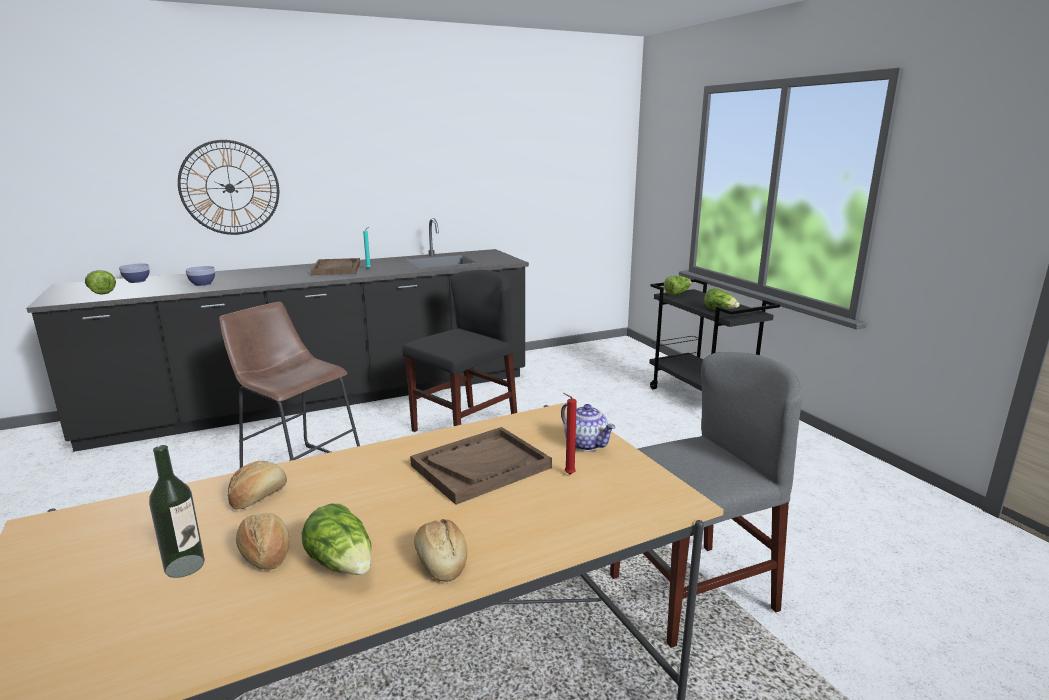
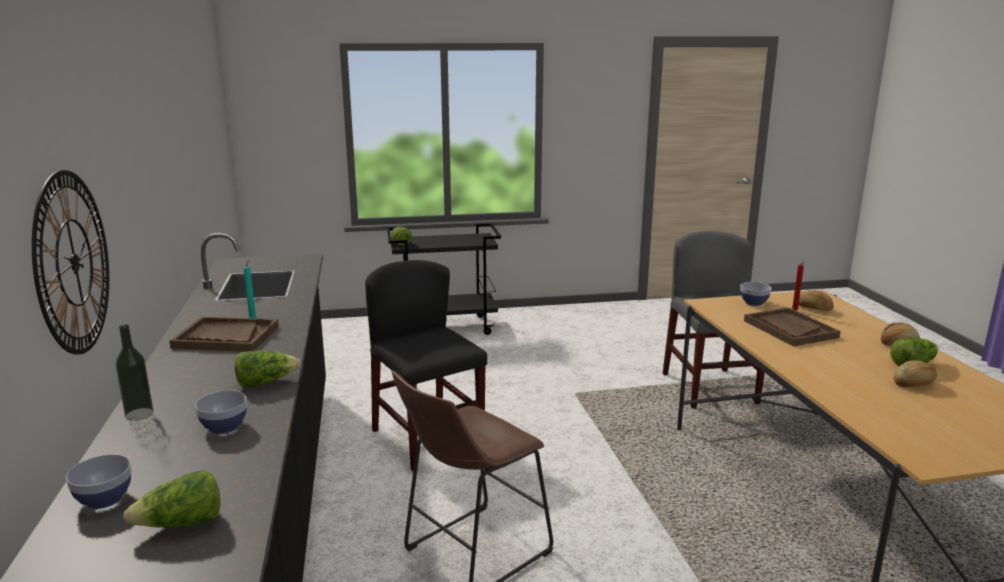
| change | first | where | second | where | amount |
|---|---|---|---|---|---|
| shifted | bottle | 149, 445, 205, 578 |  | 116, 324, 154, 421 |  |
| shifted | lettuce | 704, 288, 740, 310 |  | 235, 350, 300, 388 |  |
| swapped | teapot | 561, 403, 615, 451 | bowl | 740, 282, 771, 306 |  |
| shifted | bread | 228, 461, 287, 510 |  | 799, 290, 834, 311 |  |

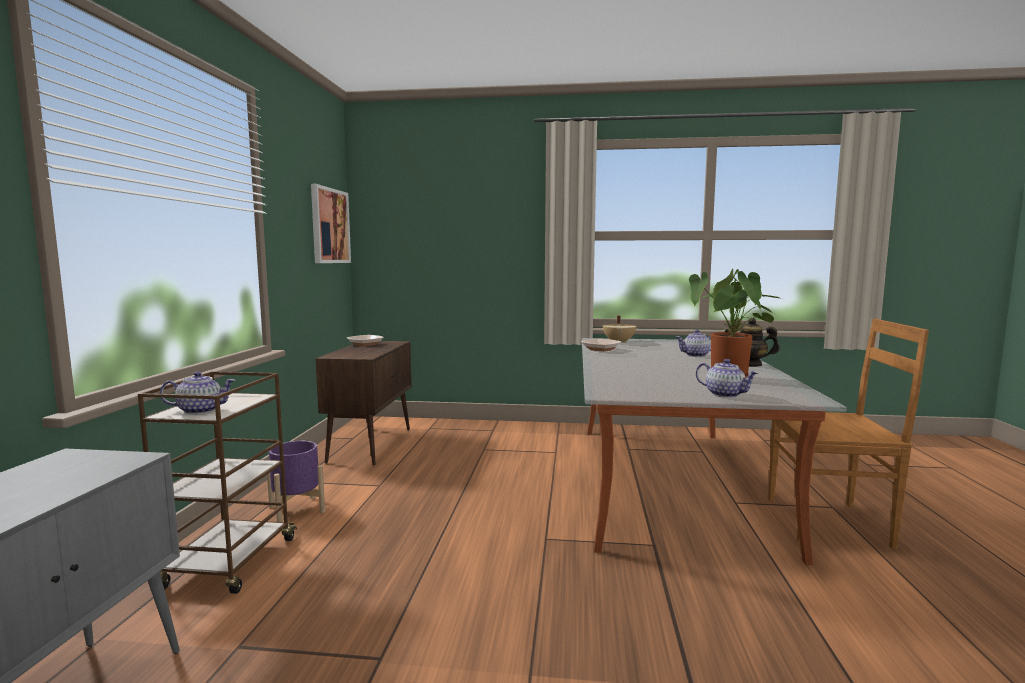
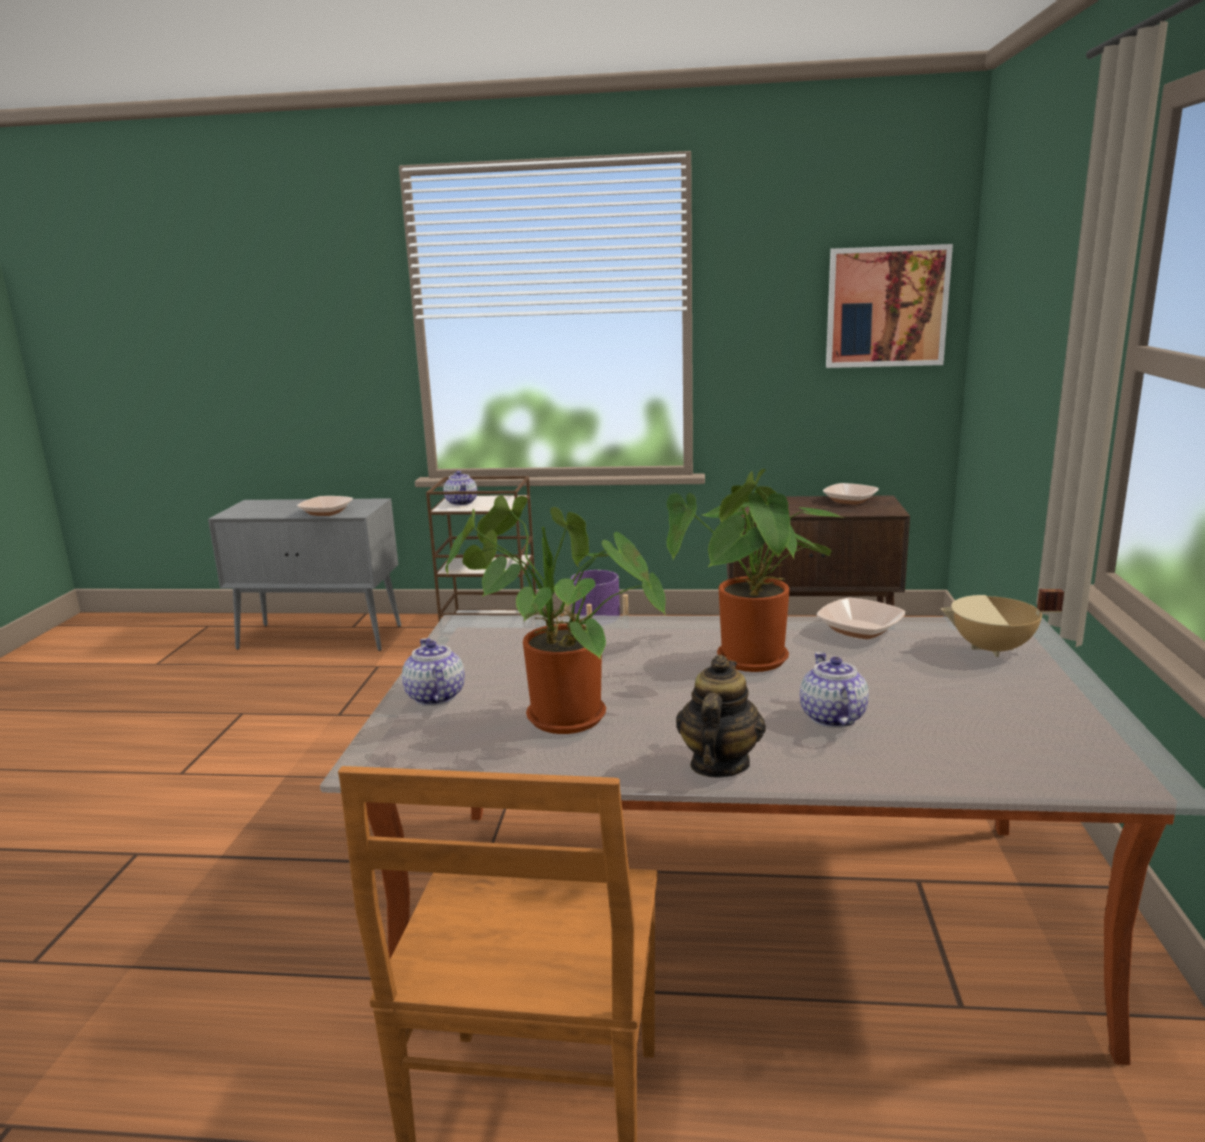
| change | first | where | second | where | amount |
|---|---|---|---|---|---|
| new |  |  | bowl | 297, 496, 353, 516 |  |
| rotated | teapot | 696, 359, 758, 398 |  | 402, 638, 465, 706 | 120 degrees clockwise |
| new |  |  | potted plant | 667, 469, 845, 672 |  |

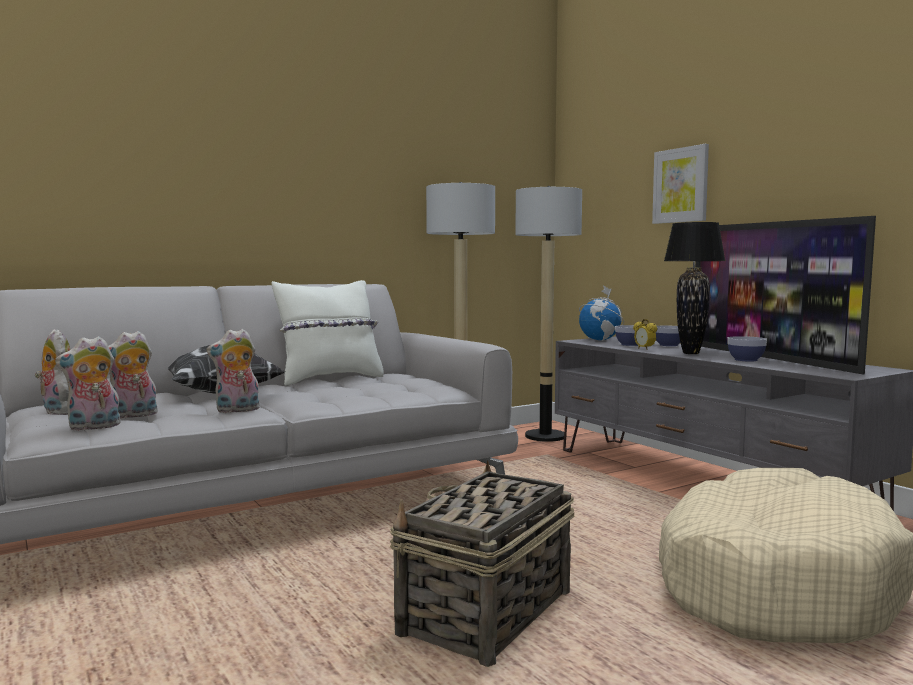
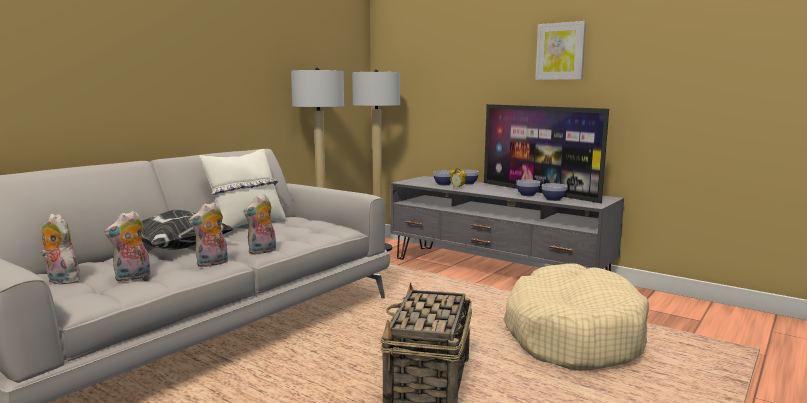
| change | first | where | second | where | amount |
|---|---|---|---|---|---|
| shifted | plush toy | 55, 336, 121, 431 |  | 243, 194, 276, 255 |  |
| shifted | picture | 652, 144, 709, 224 |  | 535, 21, 586, 80 |  |
| new |  |  | bowl | 542, 183, 567, 201 |  |
| gone | globe | 579, 286, 624, 341 |  |  |  |
| gone | table lamp/black | 664, 222, 726, 354 |  |  |  |

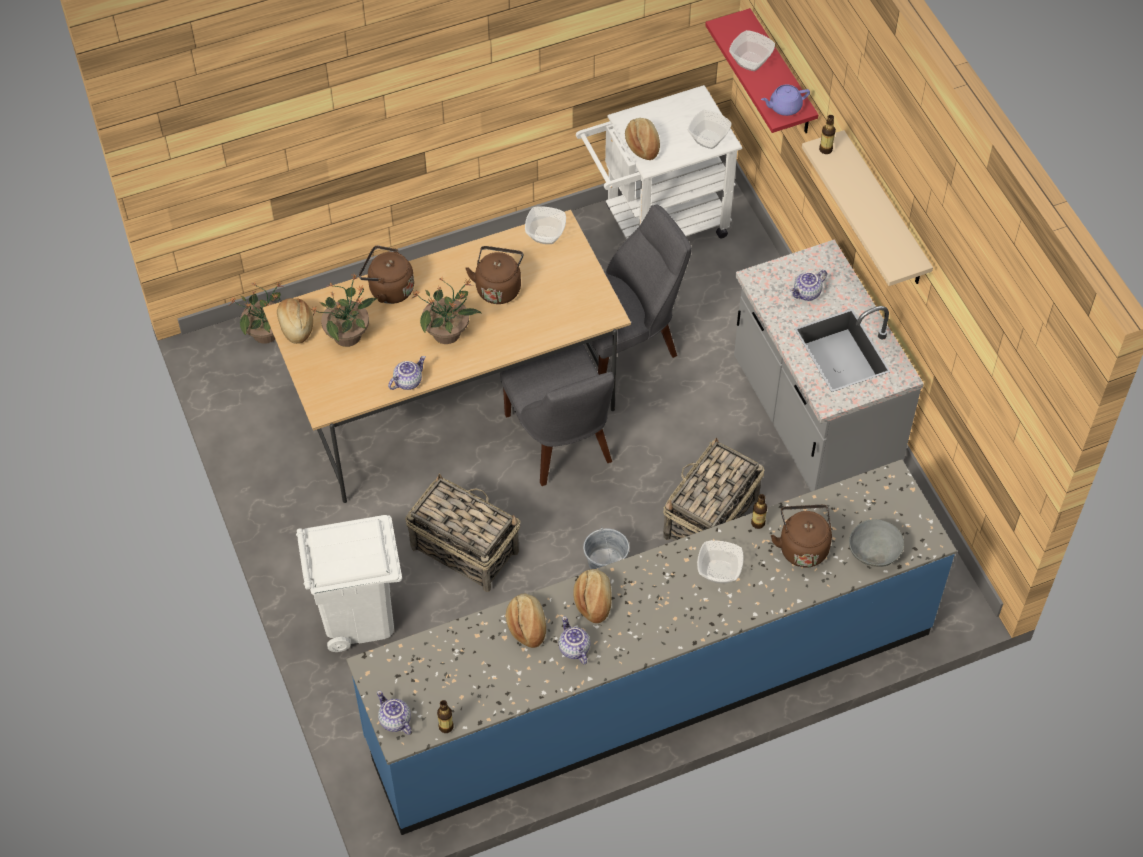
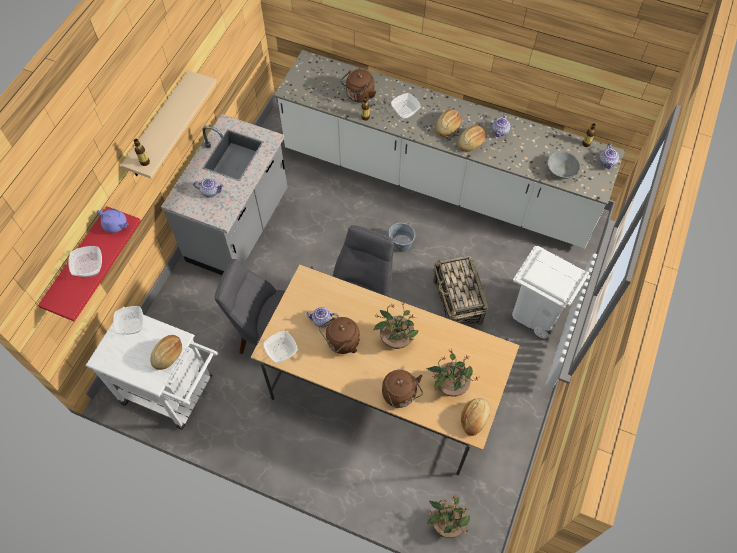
| change | first | where | second | where | amount |
|---|---|---|---|---|---|
| repainted | counter/blue | 346, 459, 957, 835 | counter/white | 274, 50, 625, 248 |  |
| shifted | teapot | 388, 356, 426, 390 |  | 305, 307, 339, 328 |  |
| shifted | bread | 506, 594, 546, 648 |  | 436, 109, 461, 137 |  |
| shifted | bowl/grey | 849, 519, 904, 567 |  | 547, 151, 580, 179 |  |
| gone | basket | 663, 437, 765, 541 |  |  |  |

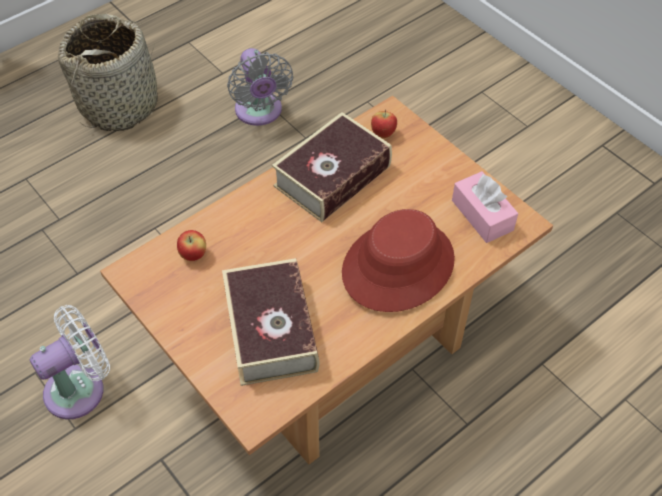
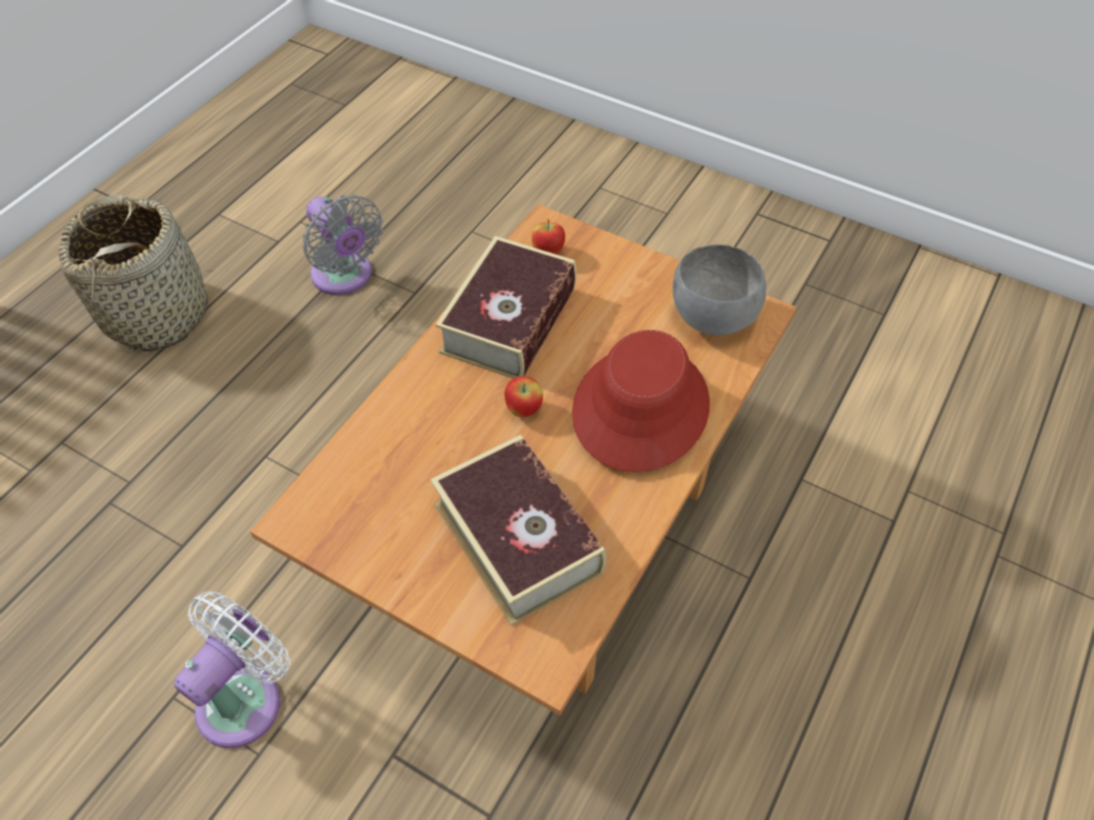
| change | first | where | second | where | amount |
|---|---|---|---|---|---|
| shifted | apple | 177, 230, 206, 261 |  | 505, 376, 543, 417 |  |
| swapped | tissue box/pink | 452, 171, 518, 243 | bowl/grey | 673, 244, 766, 335 |  |

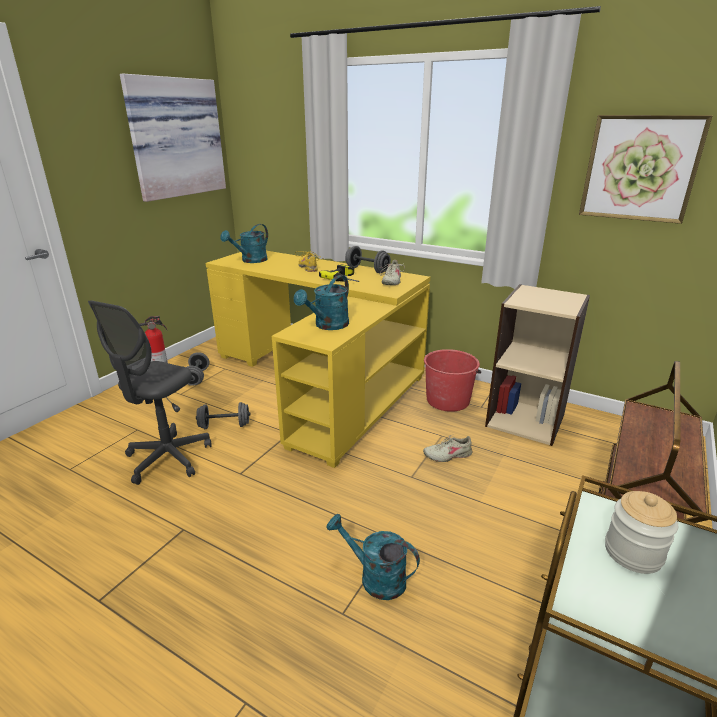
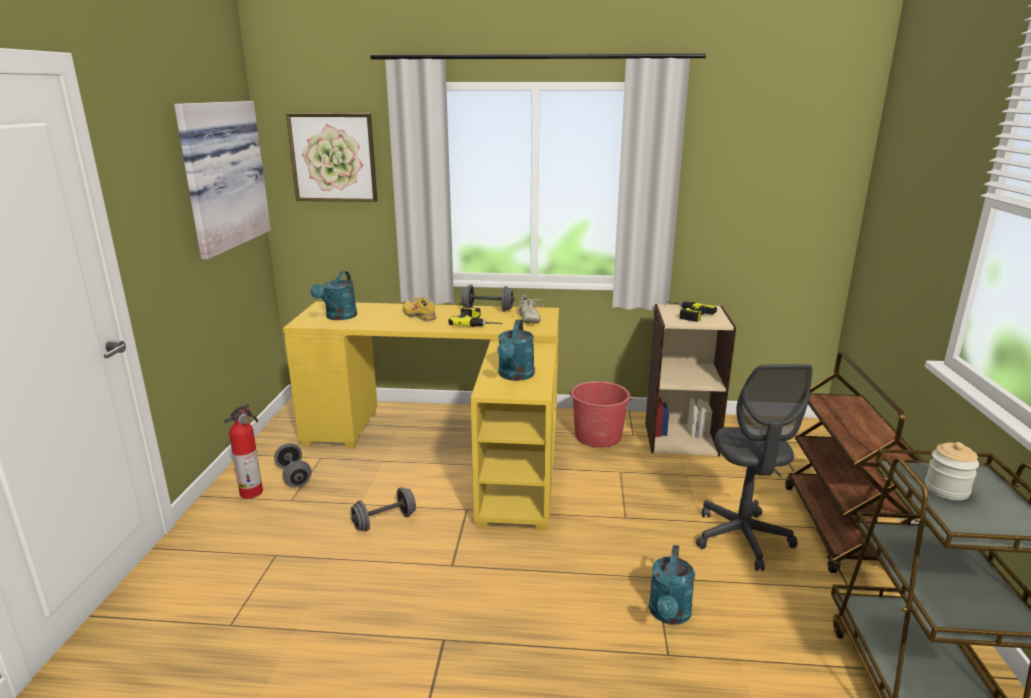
| change | first | where | second | where | amount |
|---|---|---|---|---|---|
| shifted | picture | 579, 115, 713, 224 |  | 286, 113, 378, 202 |  |
| rotated | watering can/turquoise | 326, 514, 420, 600 |  | 649, 545, 695, 625 | 75 degrees counterclockwise |
| new |  |  | power drill | 666, 301, 717, 322 |  |
| shifted | office chair/grey | 88, 300, 211, 485 |  | 696, 364, 813, 571 |  |
| gone | shoe/beige | 423, 435, 473, 462 |  |  |  |

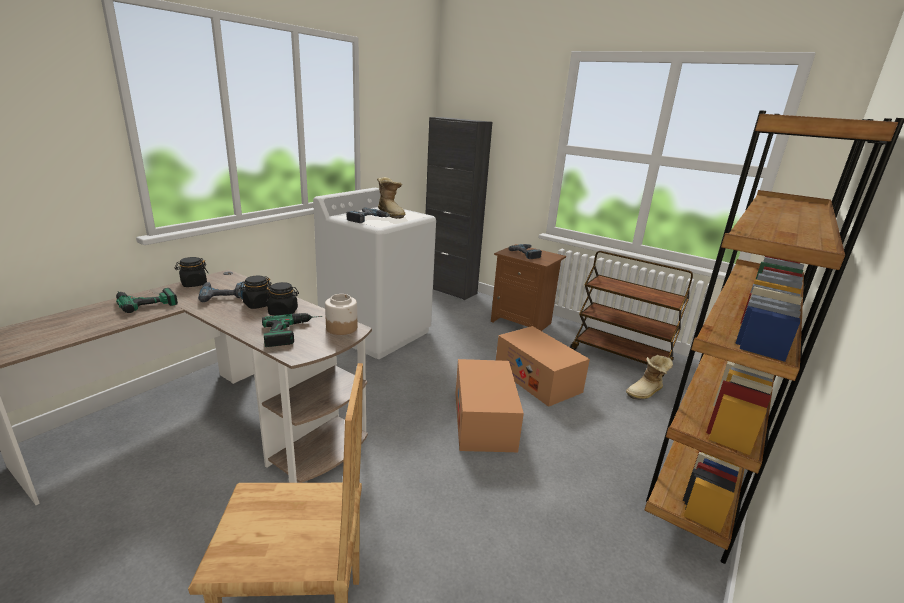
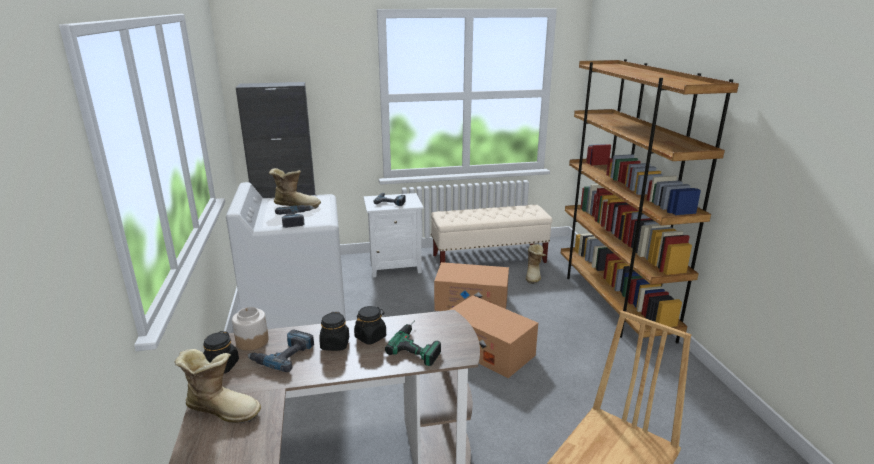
| change | first | where | second | where | amount |
|---|---|---|---|---|---|
| swapped | power drill | 116, 288, 178, 313 | boot | 175, 349, 261, 423 |  |
| shifted | jar | 325, 294, 357, 335 |  | 232, 307, 269, 351 |  |
| repainted | nightstand/brown | 491, 244, 566, 331 | nightstand/white | 363, 193, 424, 277 |  |
| swapped | cart/brown | 570, 251, 693, 377 | bench/beige | 431, 205, 552, 264 |  |

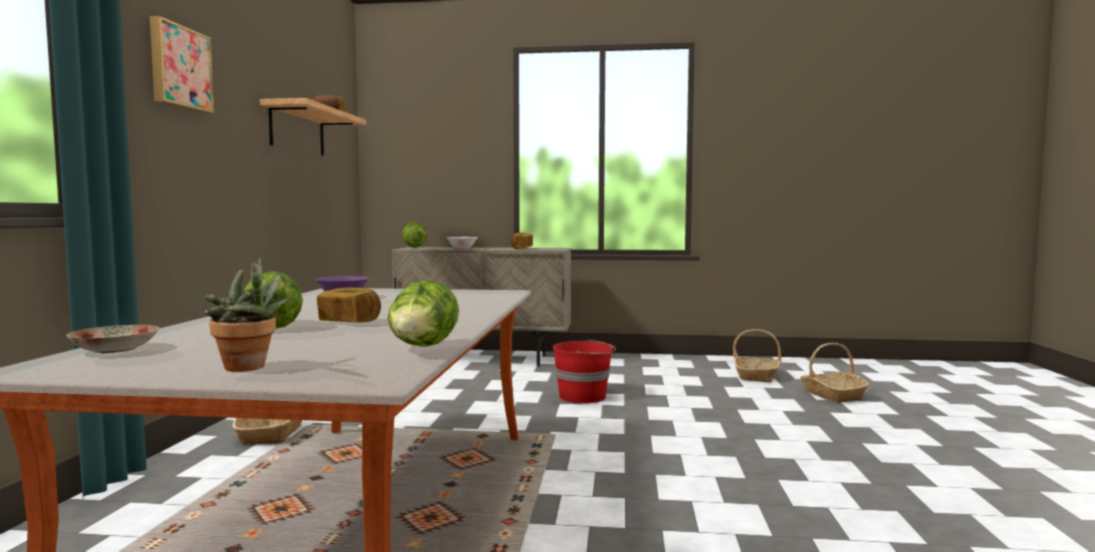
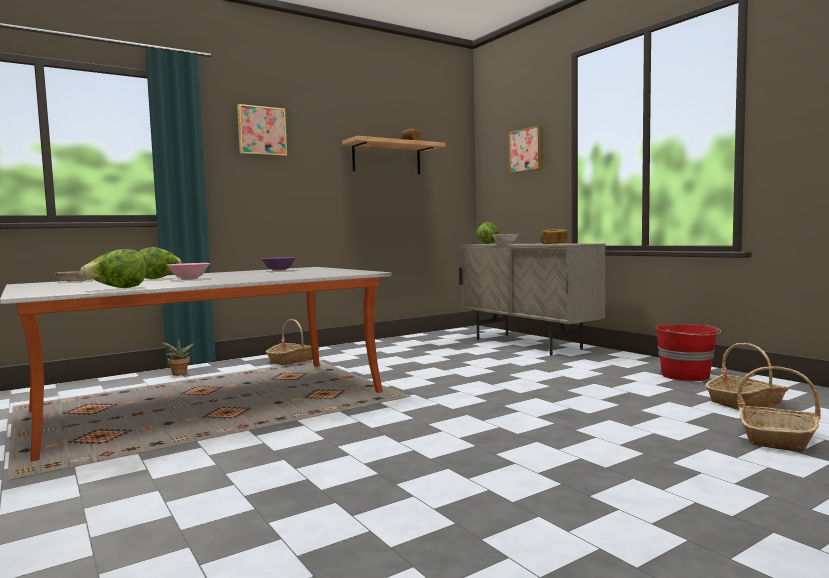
| change | first | where | second | where | amount |
|---|---|---|---|---|---|
| shifted | potted plant | 205, 257, 289, 372 |  | 161, 339, 194, 376 |  |
| swapped | bread | 317, 287, 381, 322 | bowl/pink | 167, 263, 210, 280 |  |
| new |  |  | picture | 509, 125, 543, 174 |  |
| shifted | bucket/red | 553, 339, 616, 404 |  | 656, 324, 721, 381 |  |

